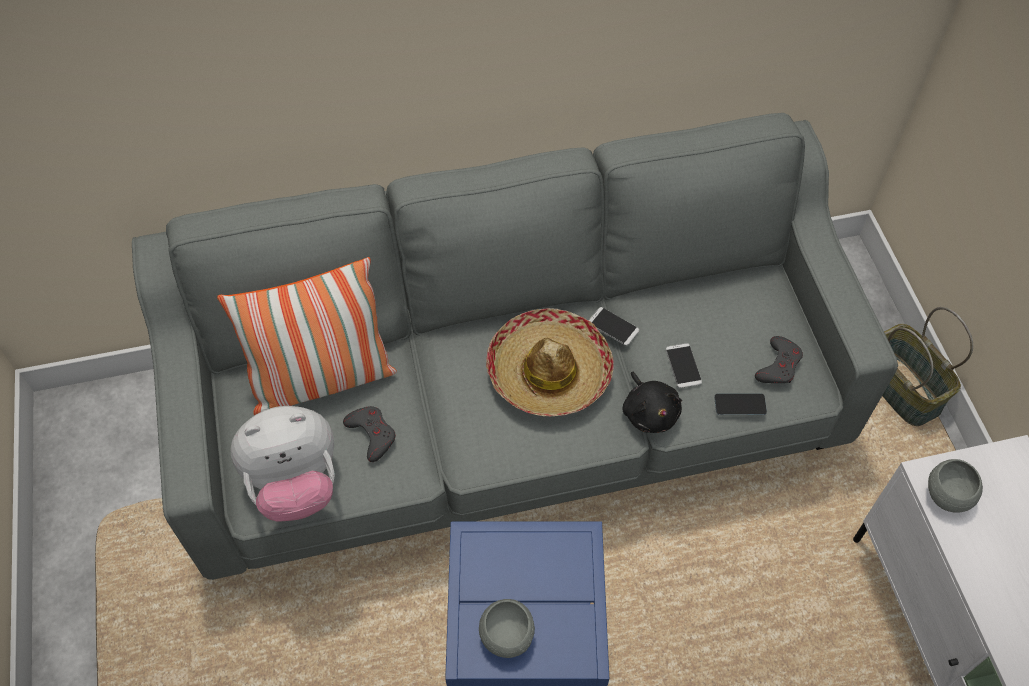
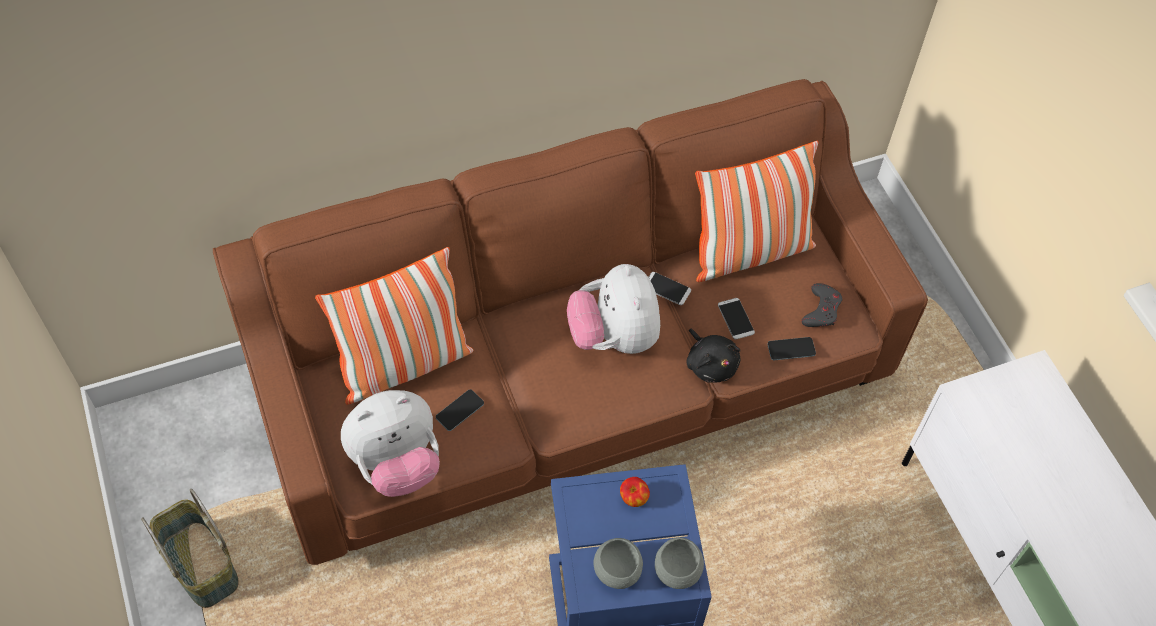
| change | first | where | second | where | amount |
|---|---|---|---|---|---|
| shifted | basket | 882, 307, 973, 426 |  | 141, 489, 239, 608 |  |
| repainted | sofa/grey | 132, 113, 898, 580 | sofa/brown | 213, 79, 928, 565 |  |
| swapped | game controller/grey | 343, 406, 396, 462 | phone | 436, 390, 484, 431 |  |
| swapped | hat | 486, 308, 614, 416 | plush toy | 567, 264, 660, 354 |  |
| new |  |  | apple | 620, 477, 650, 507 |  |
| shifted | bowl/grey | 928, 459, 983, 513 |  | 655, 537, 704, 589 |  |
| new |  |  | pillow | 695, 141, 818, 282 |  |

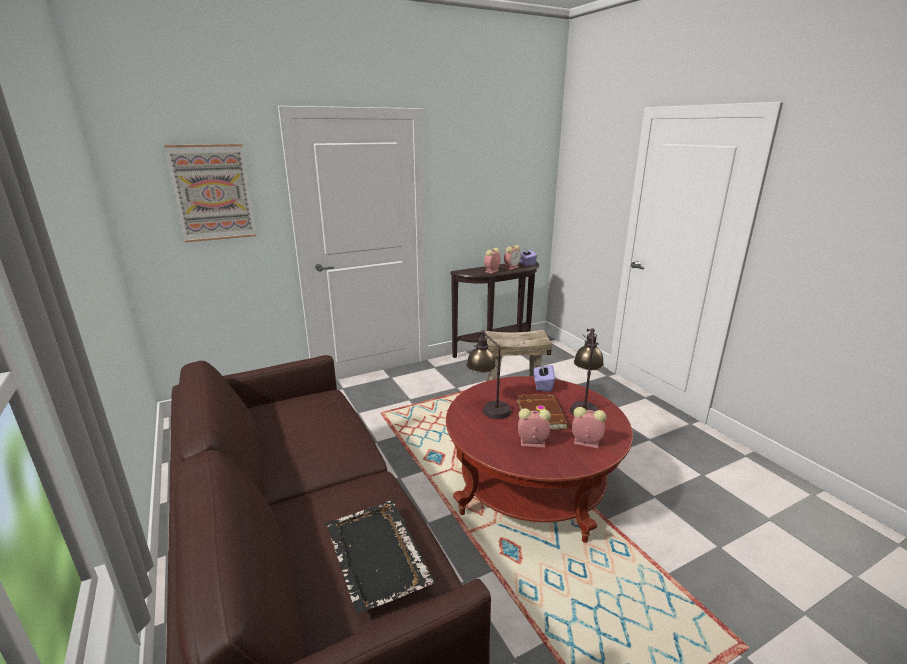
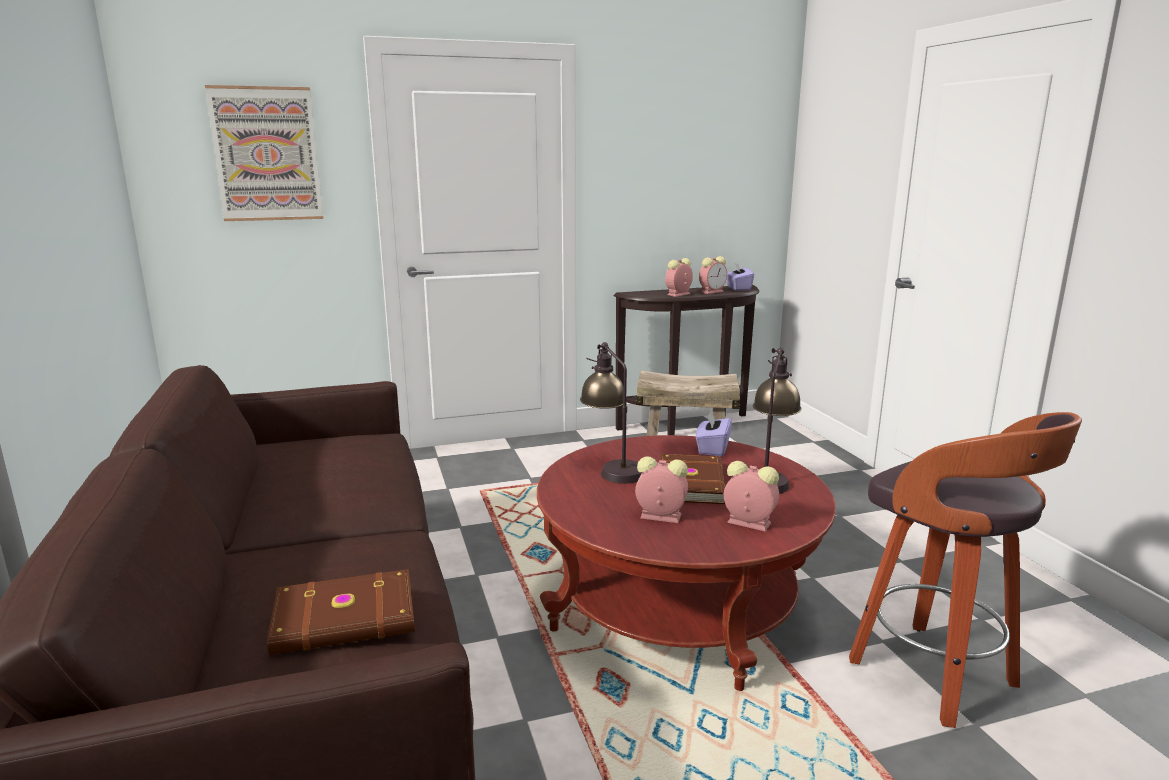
| change | first | where | second | where | amount |
|---|---|---|---|---|---|
| swapped | tray/black | 326, 500, 435, 614 | book/brown | 267, 569, 415, 655 |  |
| new |  |  | stool | 849, 412, 1082, 728 |  |

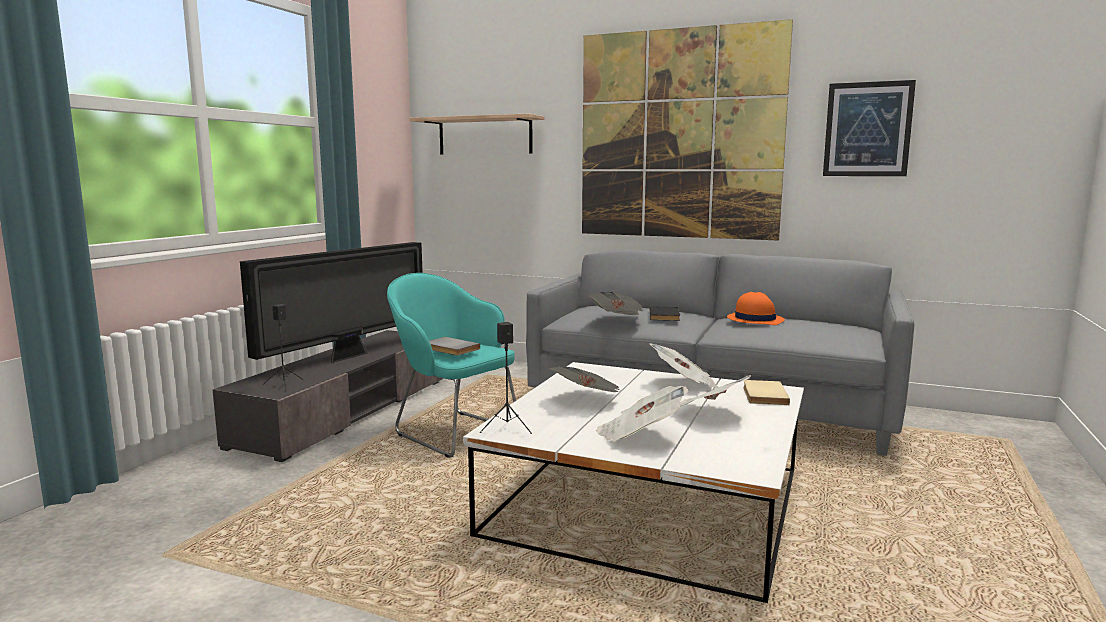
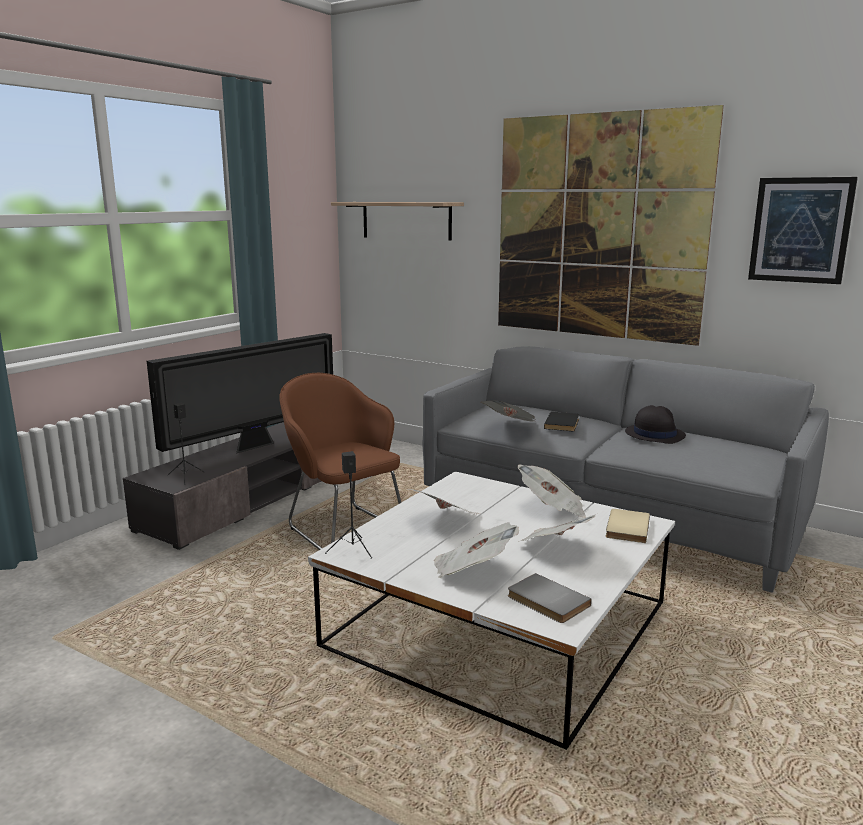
| change | first | where | second | where | amount |
|---|---|---|---|---|---|
| repainted | armchair/turquoise | 387, 273, 516, 458 | armchair/brown | 279, 373, 401, 550 |  |
| shifted | book/grey | 429, 337, 480, 356 |  | 508, 573, 592, 623 |  |
| repainted | hat/orange | 727, 292, 785, 325 | hat/black | 625, 405, 686, 444 |  |

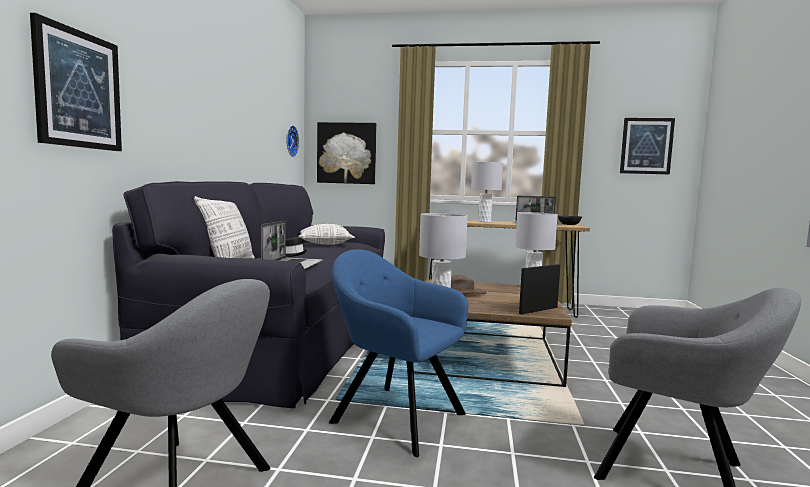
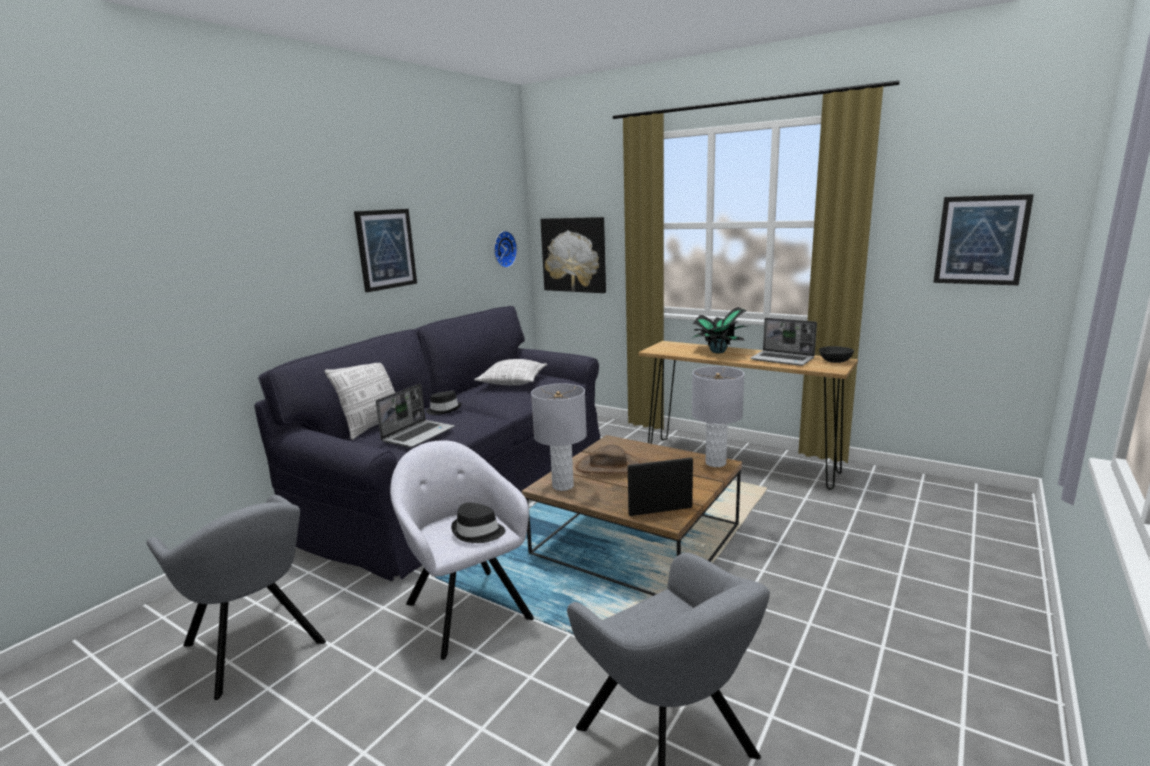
| change | first | where | second | where | amount |
|---|---|---|---|---|---|
| shifted | picture | 30, 13, 122, 151 |  | 354, 209, 417, 292 |  |
| repainted | armchair/blue | 329, 249, 468, 457 | armchair/grey | 390, 440, 534, 660 |  |
| new |  |  | hat/black | 451, 503, 506, 543 |  |
| swapped | table lamp/grey | 471, 162, 503, 222 | potted plant | 691, 307, 747, 353 |  |

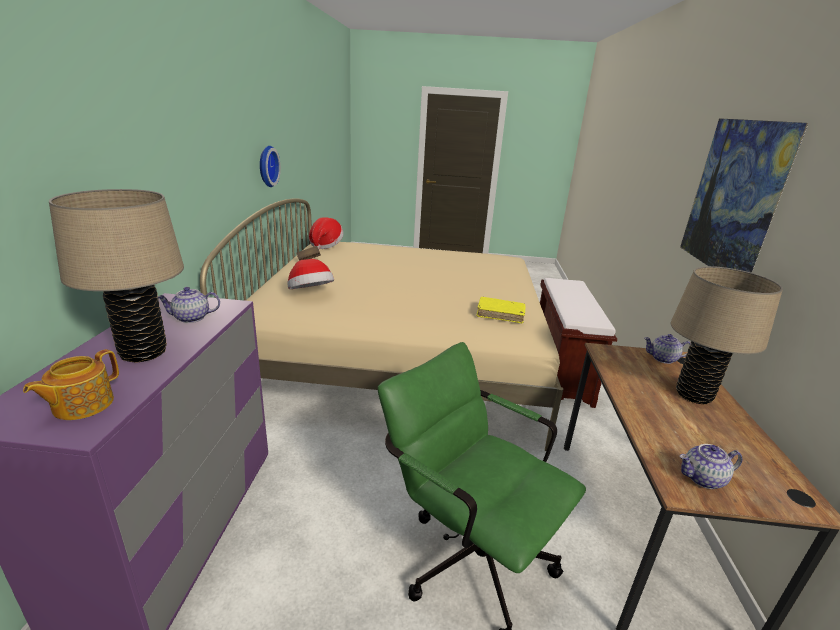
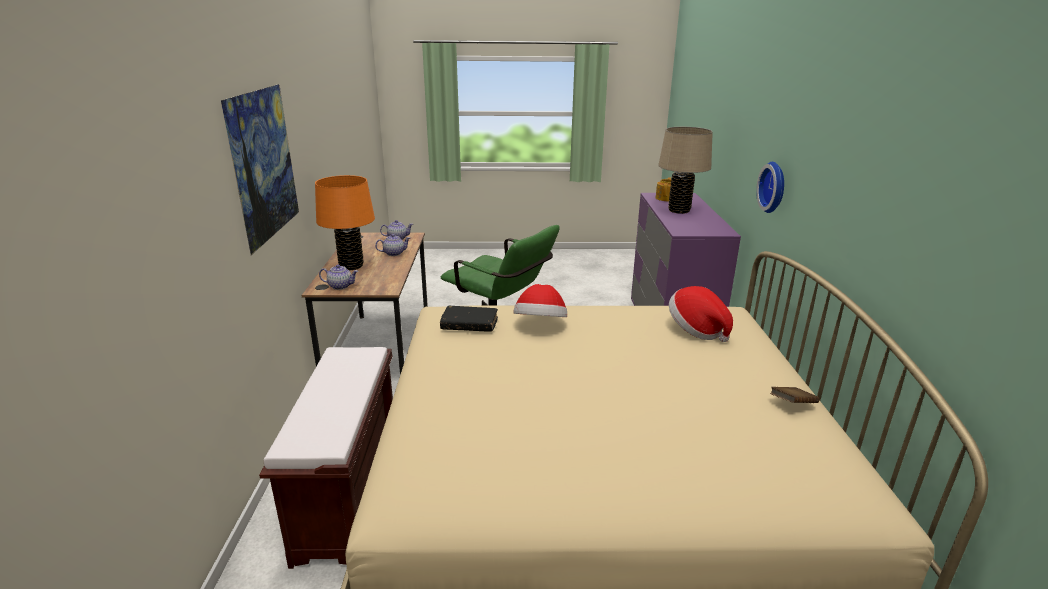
| change | first | where | second | where | amount |
|---|---|---|---|---|---|
| repainted | table lamp/beige | 670, 266, 783, 405 | table lamp/orange | 315, 175, 375, 270 |  |
| shifted | teapot | 157, 287, 220, 323 |  | 375, 234, 410, 256 |  |
| repainted | book/yellow | 477, 297, 525, 323 | book/black | 440, 306, 498, 332 |  |
| shifted | hat | 309, 217, 343, 249 |  | 513, 284, 567, 317 |  |
| shifted | wall clock | 260, 146, 281, 187 |  | 756, 162, 784, 213 |  |

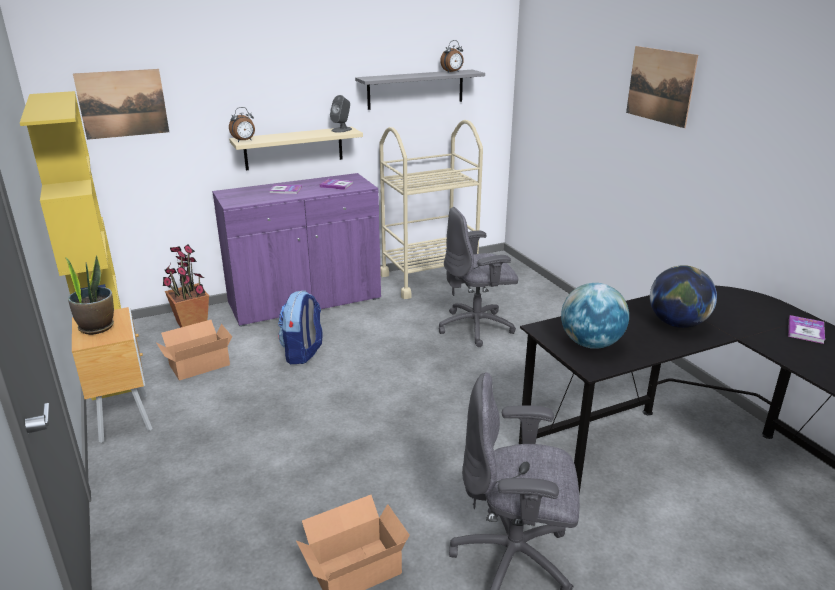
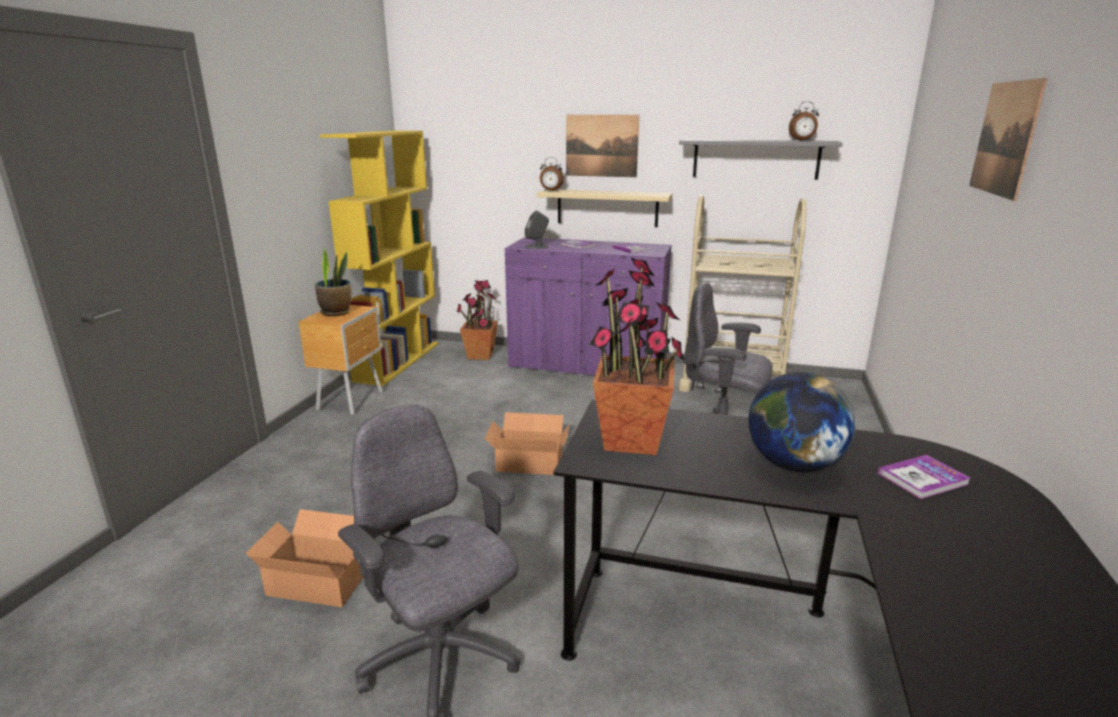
| change | first | where | second | where | amount |
|---|---|---|---|---|---|
| shifted | cardboard box | 157, 320, 232, 381 |  | 484, 412, 570, 475 |  |
| shifted | speaker/grey | 330, 95, 352, 133 |  | 525, 210, 549, 249 |  |
| shifted | picture | 73, 69, 169, 140 |  | 566, 115, 639, 177 |  |
| swapped | globe | 561, 283, 629, 349 | potted plant | 589, 258, 685, 455 |  |
| shifted | book | 788, 315, 825, 344 |  | 878, 455, 970, 499 |  |
| gone | backpack | 278, 290, 322, 364 |  |  |  |

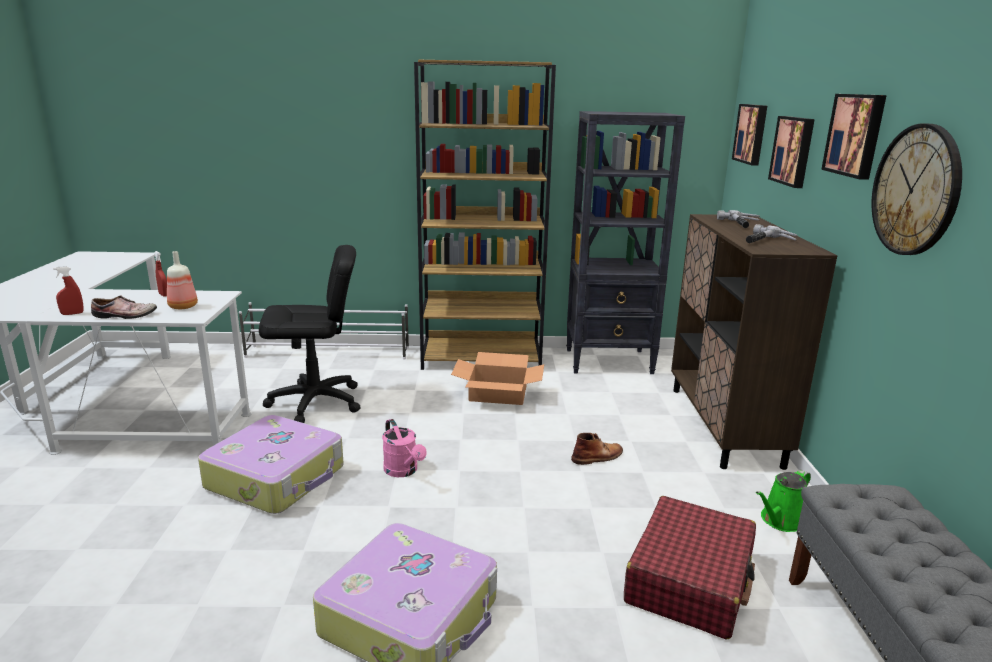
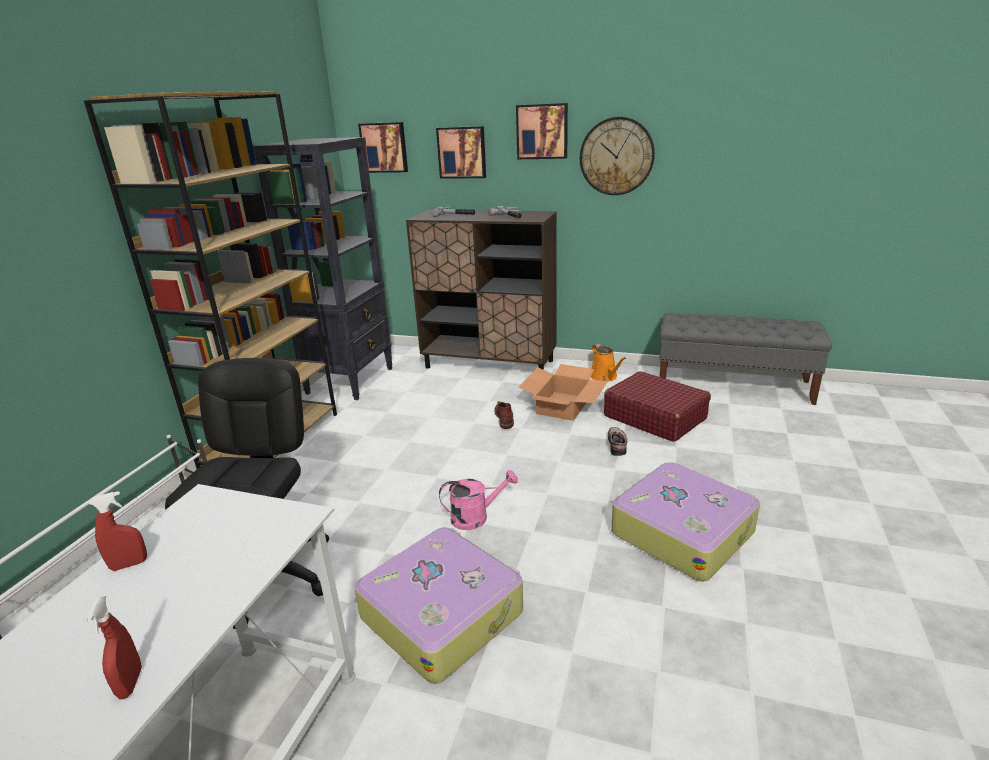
| change | first | where | second | where | amount |
|---|---|---|---|---|---|
| shifted | cardboard box | 451, 352, 544, 405 |  | 519, 364, 608, 421 |  |
| repainted | watering can/green | 756, 470, 811, 532 | watering can/orange | 591, 344, 626, 381 |  |
| shifted | shoe | 91, 295, 157, 319 |  | 608, 427, 627, 456 |  |
| gone | bottle | 167, 251, 198, 309 |  |  |  |

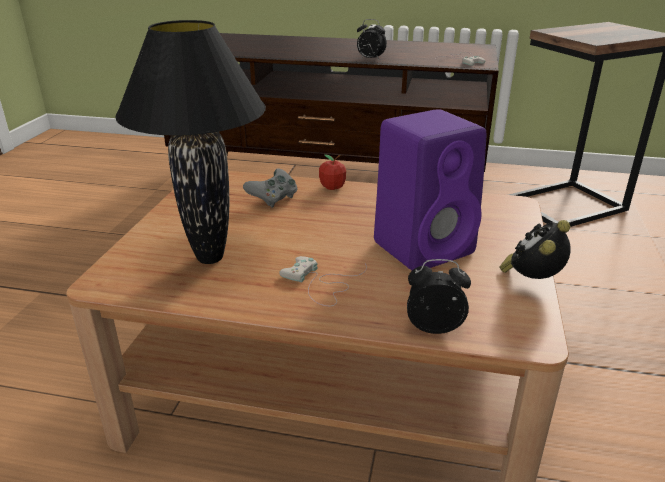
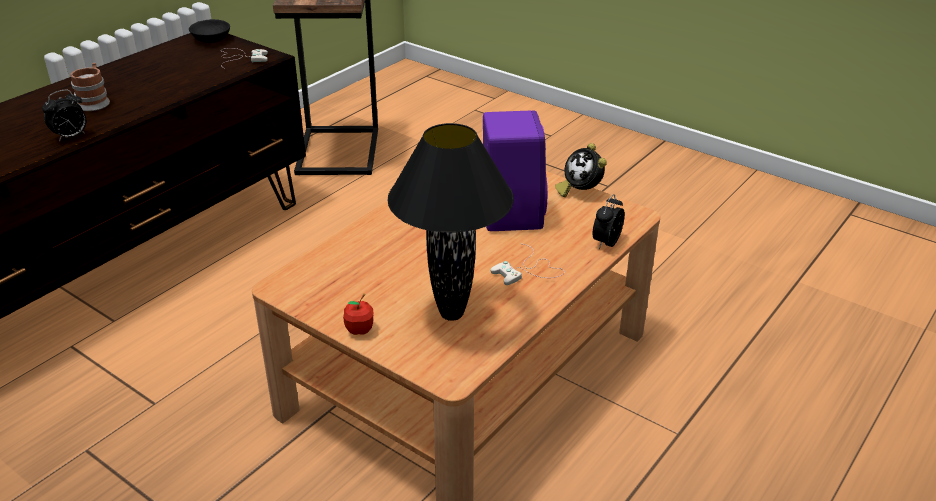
| change | first | where | second | where | amount |
|---|---|---|---|---|---|
| shifted | alarm clock | 357, 19, 387, 61 |  | 42, 90, 86, 142 |  |
| new |  |  | mug | 70, 63, 110, 111 |  |
| new |  |  | bowl/black | 189, 19, 230, 43 |  |
| shifted | apple | 319, 154, 346, 190 |  | 343, 294, 373, 335 |  |
| gone | game controller/grey | 243, 168, 298, 208 |  |  |  |

